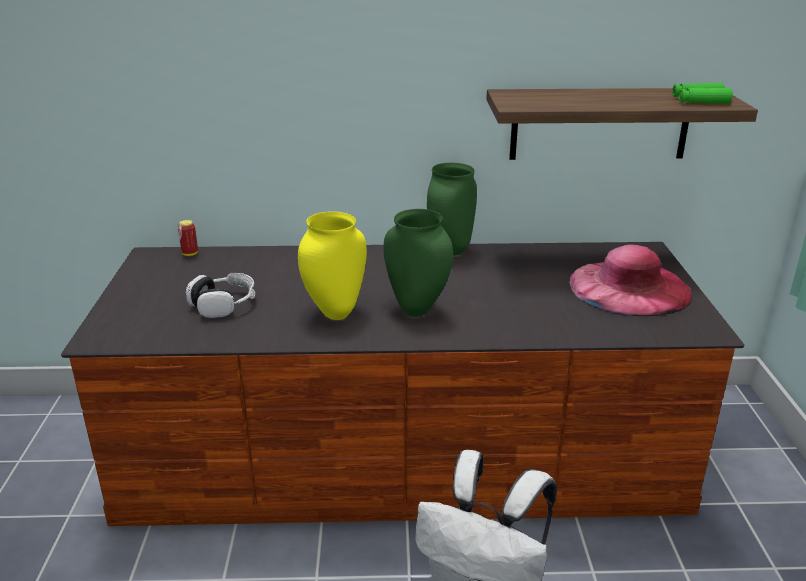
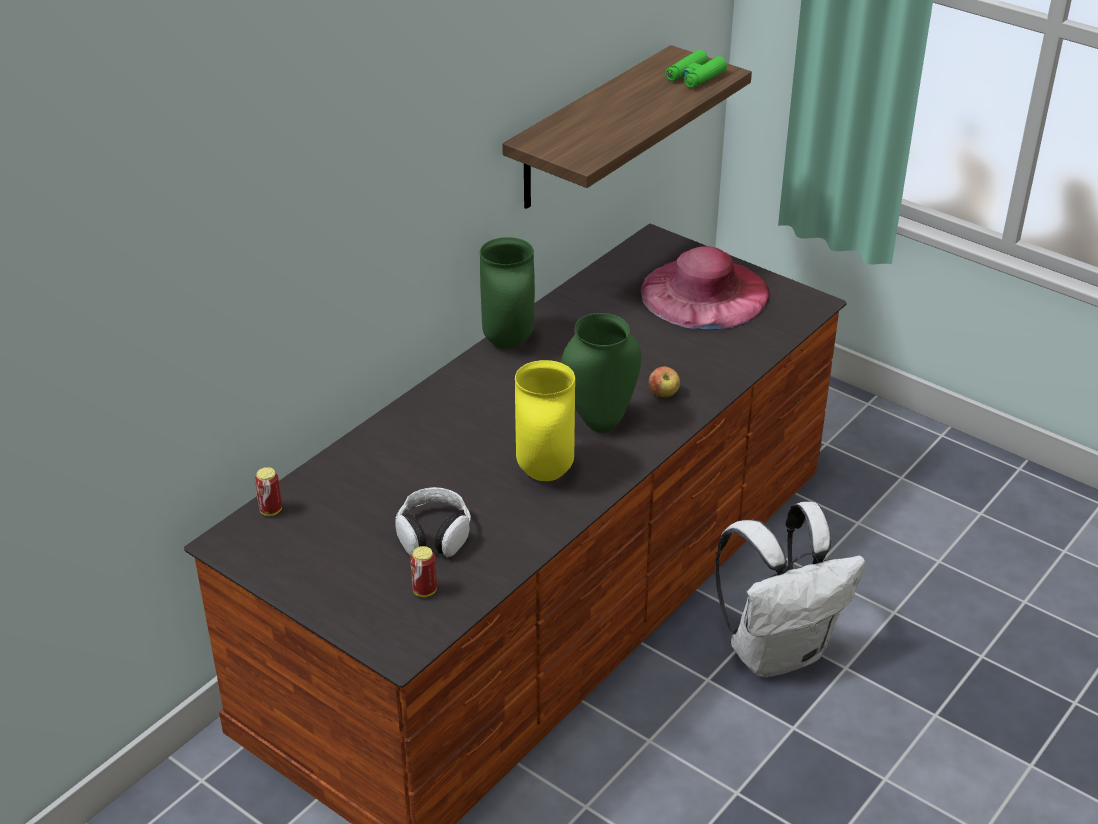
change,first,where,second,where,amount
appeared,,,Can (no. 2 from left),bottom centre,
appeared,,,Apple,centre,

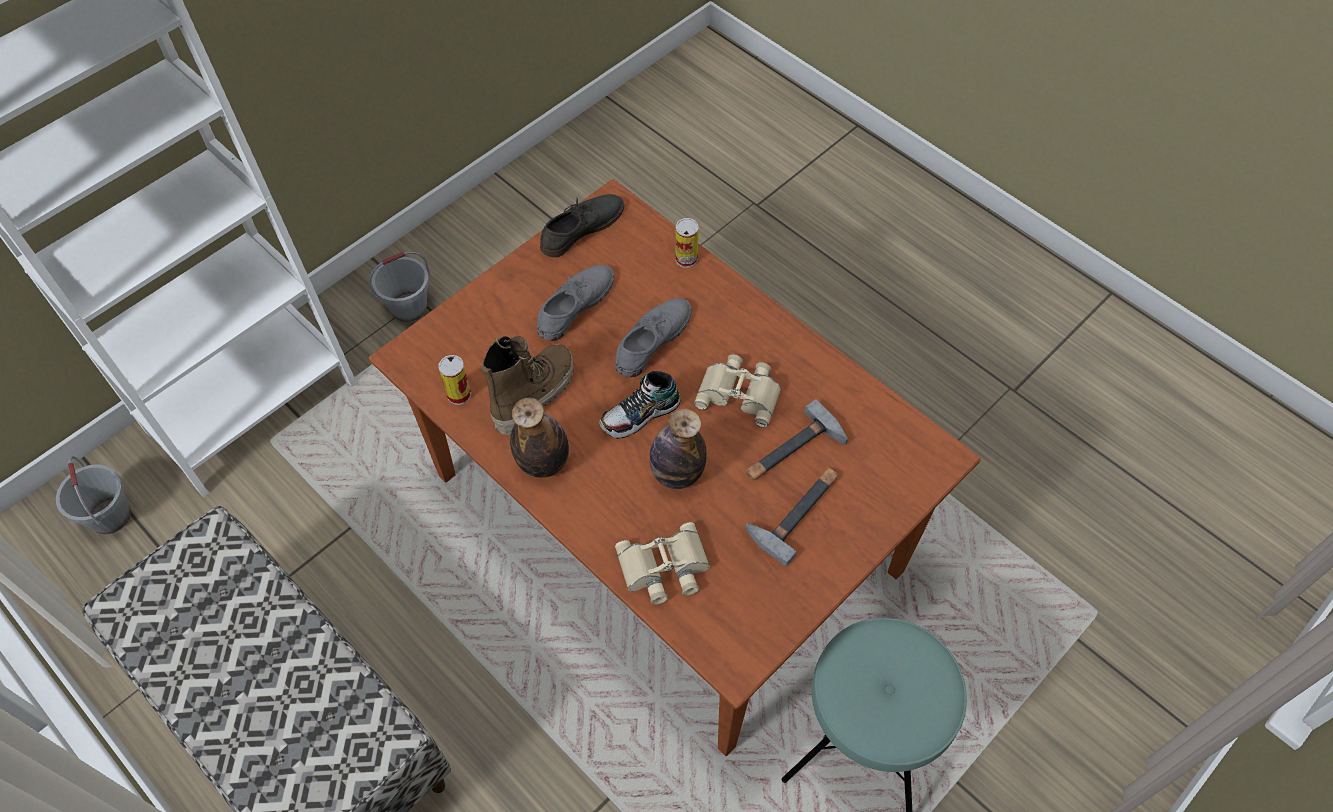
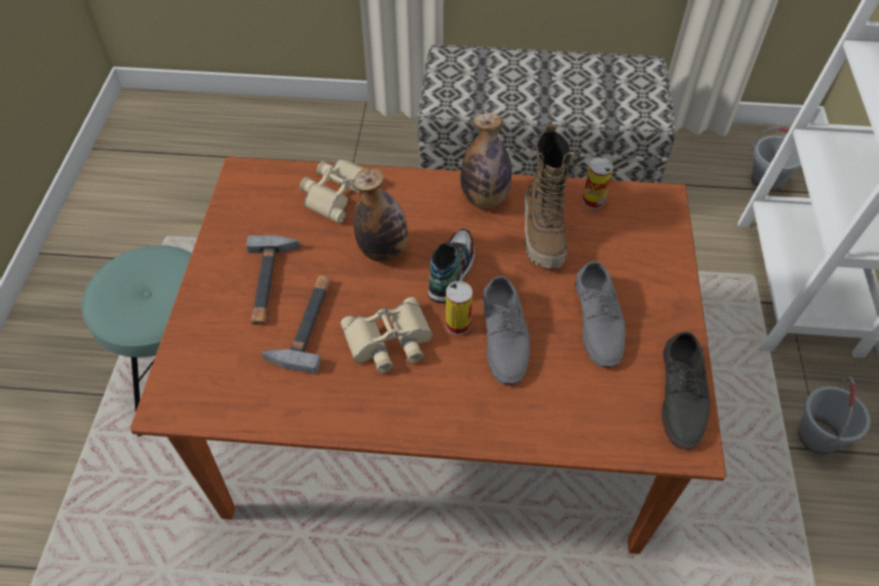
change,first,where,second,where,amount
relocated,Can (no. 2 from left in the first image),top centre,Can (no. 1 from left),centre,

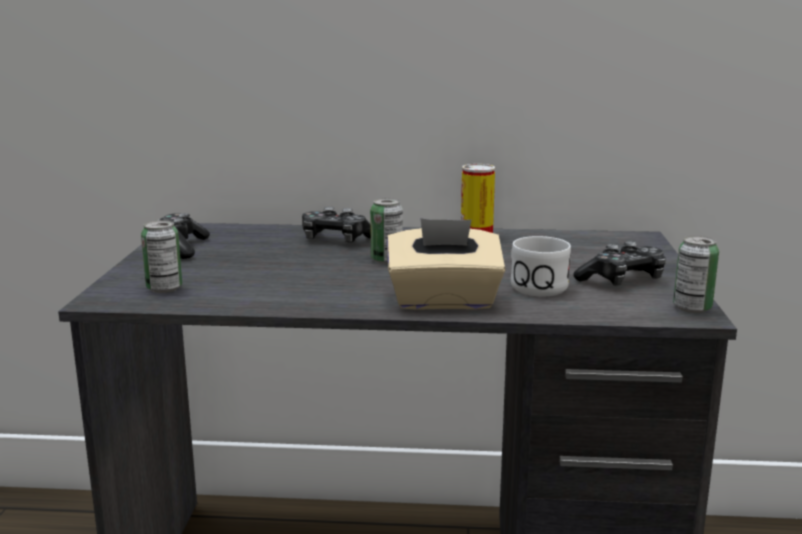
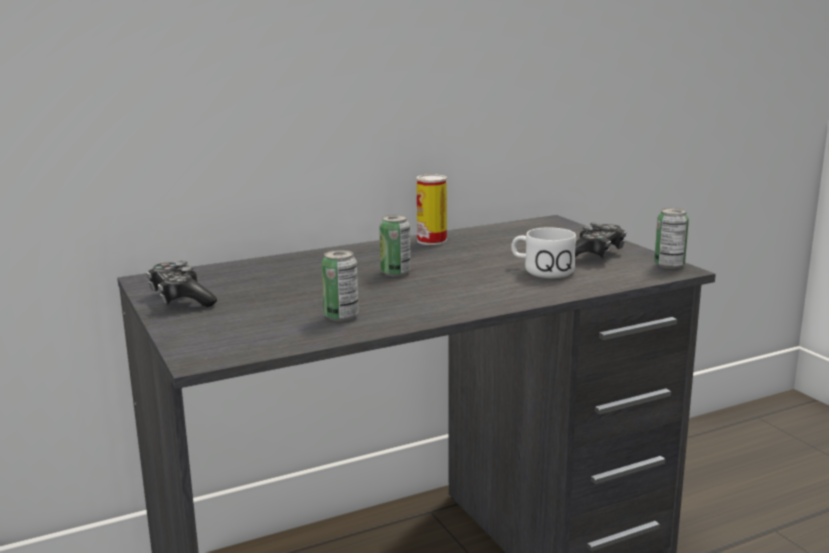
change,first,where,second,where,amount
relocated,Can (no. 1 from left),middle left,,centre,
missing,GameController (no. 2 from left),centre,,,
missing,BeigeTissueBox,centre,,,

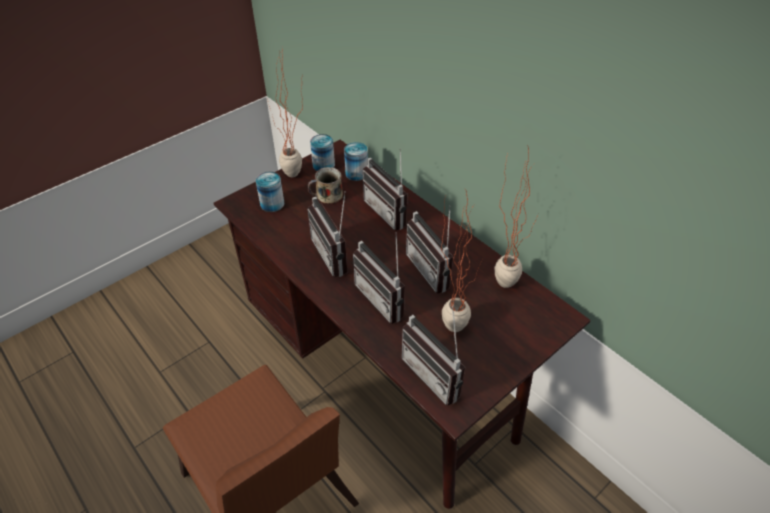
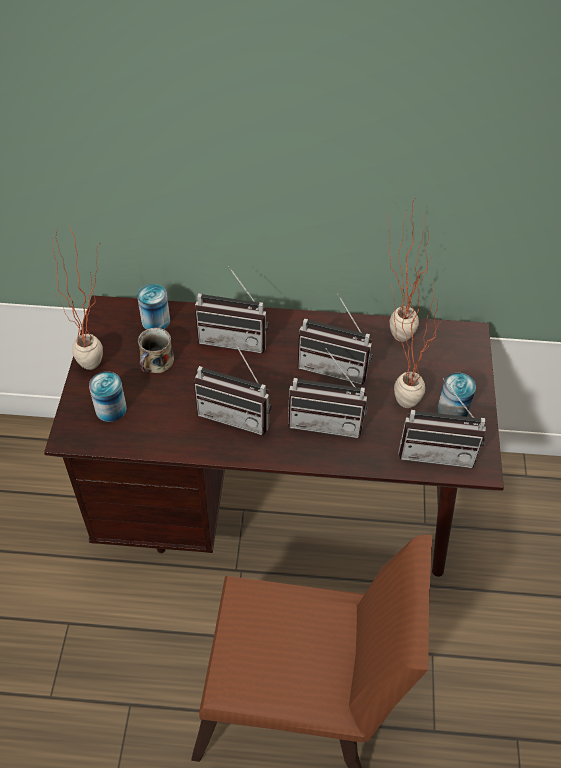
change,first,where,second,where,amount
relocated,Can (no. 2 from left in the first image),top centre,Can (no. 3 from left),middle right,

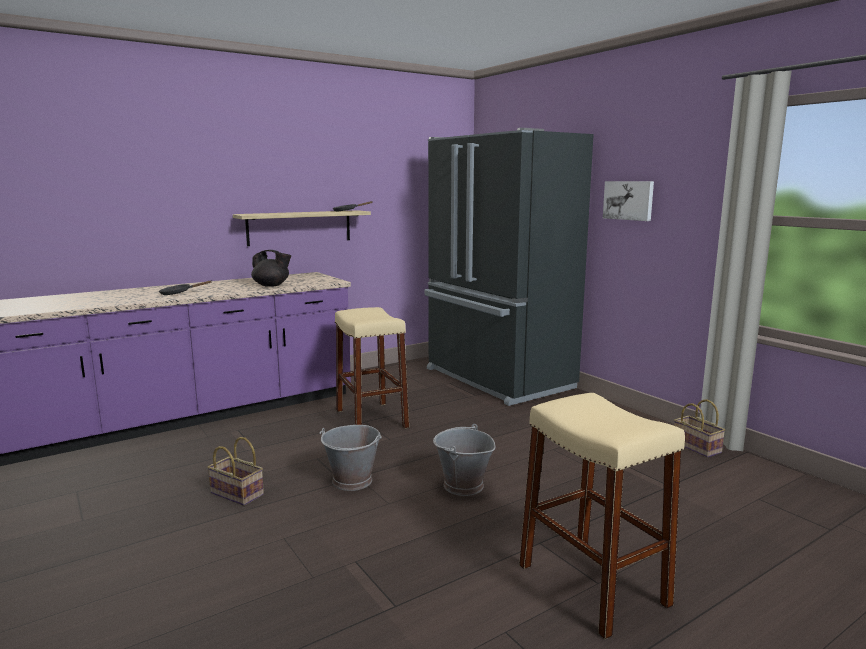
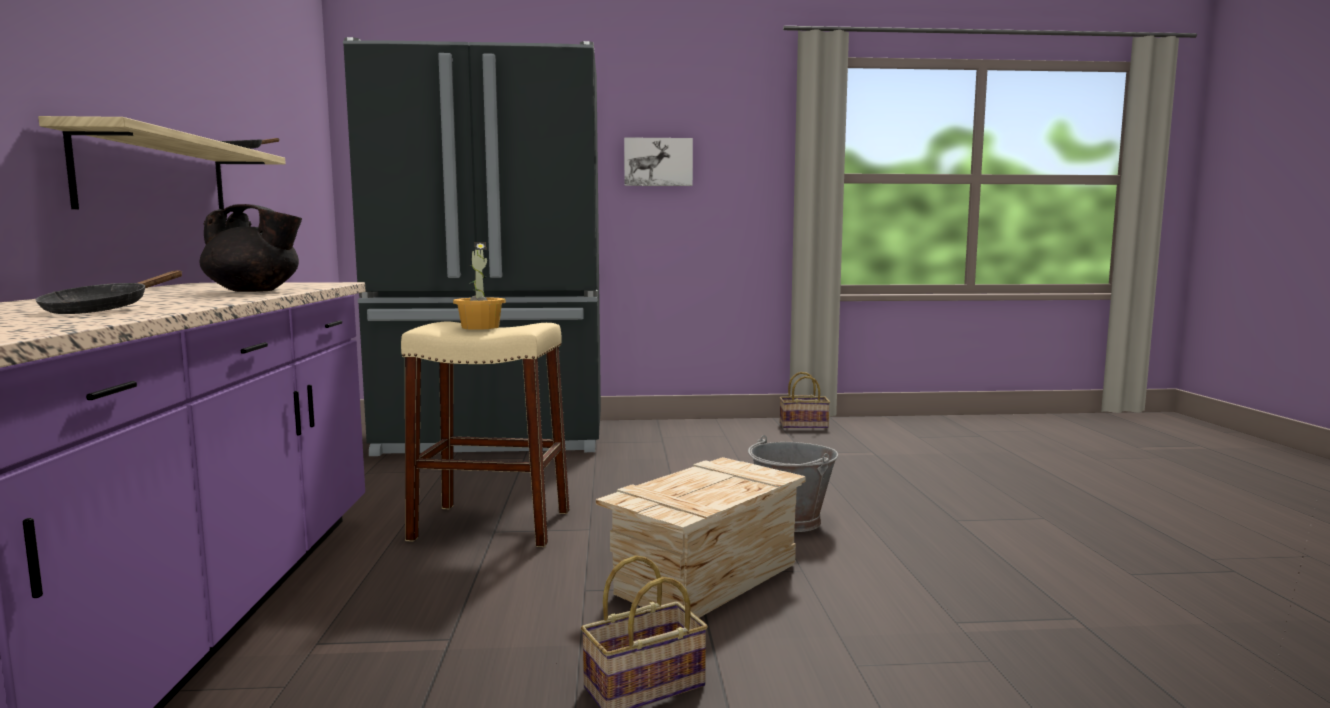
change,first,where,second,where,amount
spun,BlackTeapot,middle left,,middle left,60 degrees clockwise
exchanged,GreyBucket (no. 1 from left),bottom centre,Crate,bottom centre,
missing,BeigeStool (no. 2 from left),bottom right,,,
appeared,,,PottedPlant,centre,

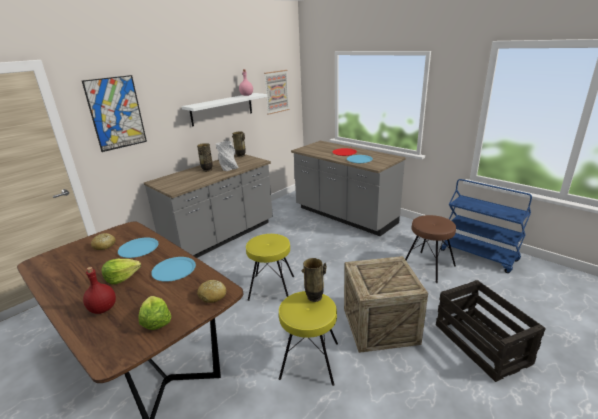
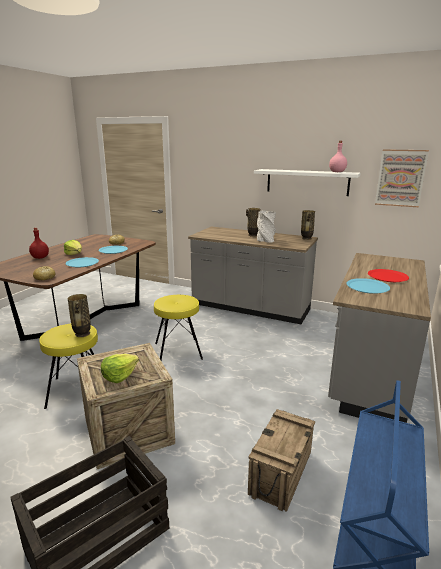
change,first,where,second,where,amount
missing,Picture (no. 1 from left),top left,,,
relocated,Lettuce (no. 2 from left),bottom left,,middle left,
exchanged,BrownStool,middle right,Crate (no. 3 from left),bottom centre,

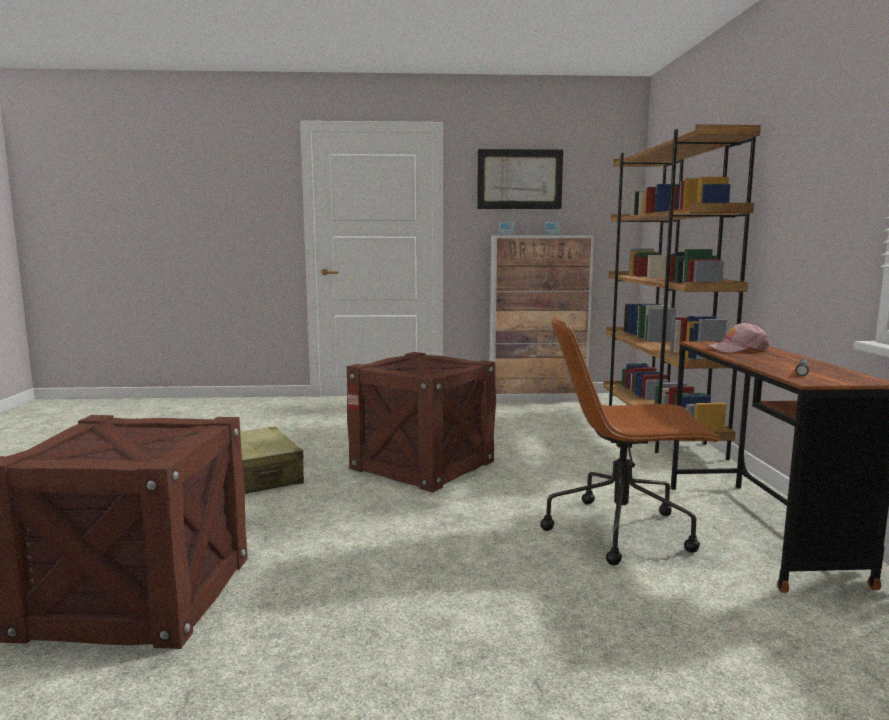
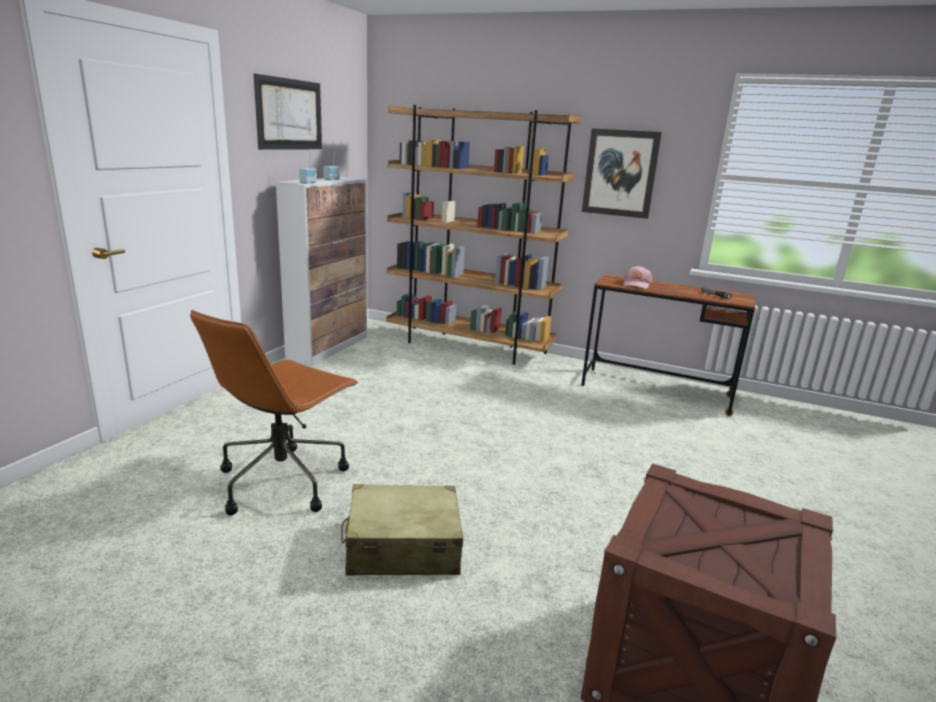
change,first,where,second,where,amount
missing,Crate (no. 2 from left),centre,,,
relocated,BrownOfficeChair,middle right,,middle left,
appeared,,,Picture (no. 2 from left),top centre,

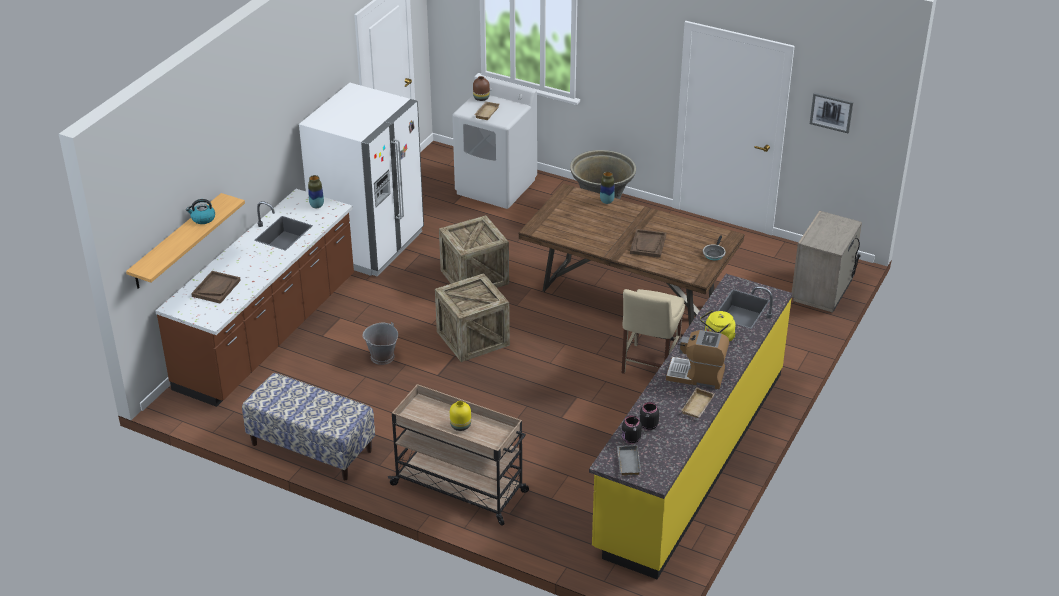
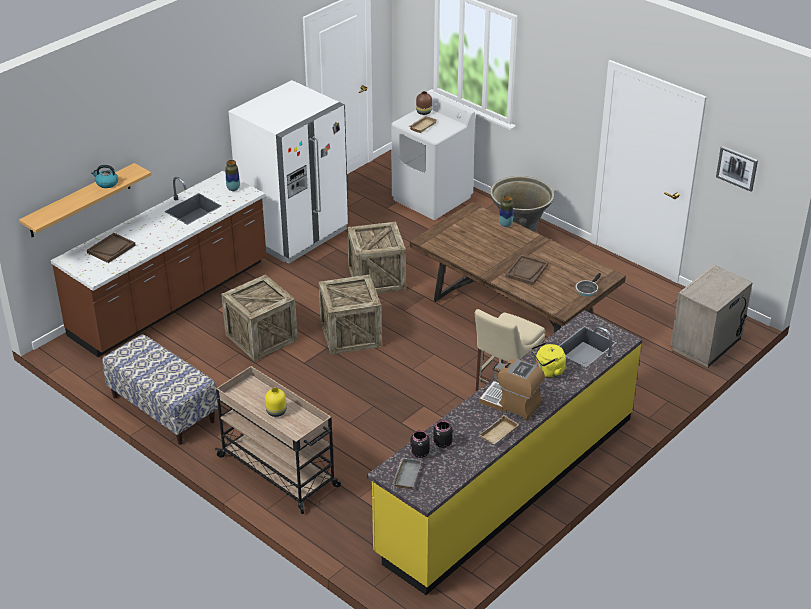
change,first,where,second,where,amount
exchanged,GreyBucket,centre,Crate (no. 1 from left),middle left,

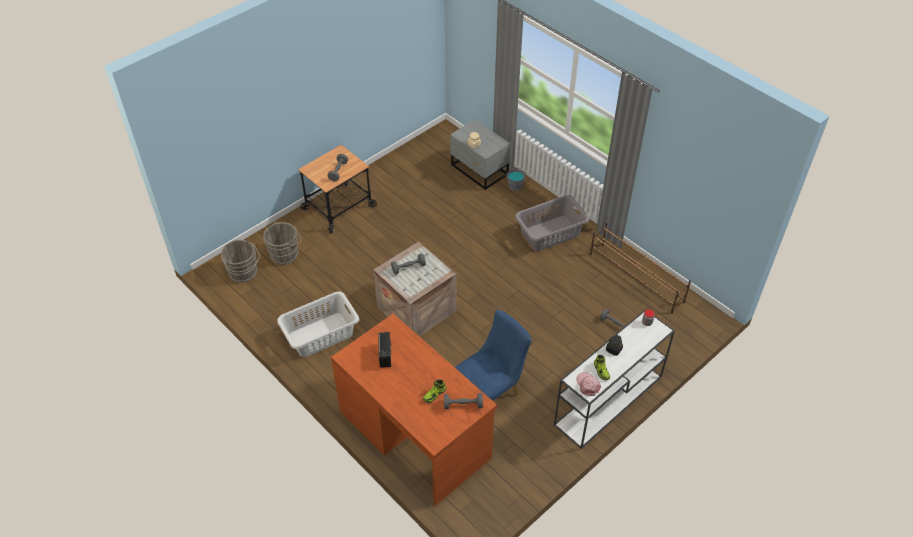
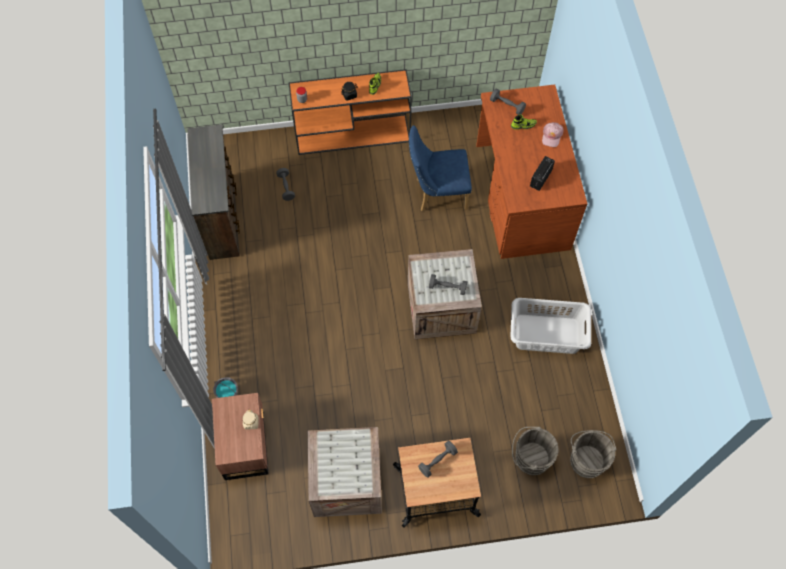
change,first,where,second,where,amount
colour,GreyNightstand,top centre,BrownNightstand,bottom left,
missing,GreyLaundryBasket (no. 2 from left),centre,,,
colour,WhiteConsoleTable,bottom right,OrangeConsoleTable,top centre,
relocated,PinkCap,bottom centre,,top right,
exchanged,BrownShoeRack,middle right,BrownDresser,middle left,
appeared,,,Crate (no. 1 from left),bottom centre,

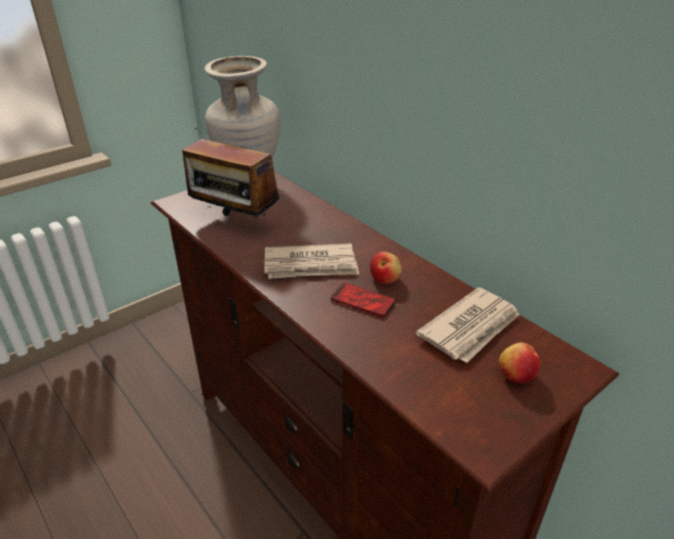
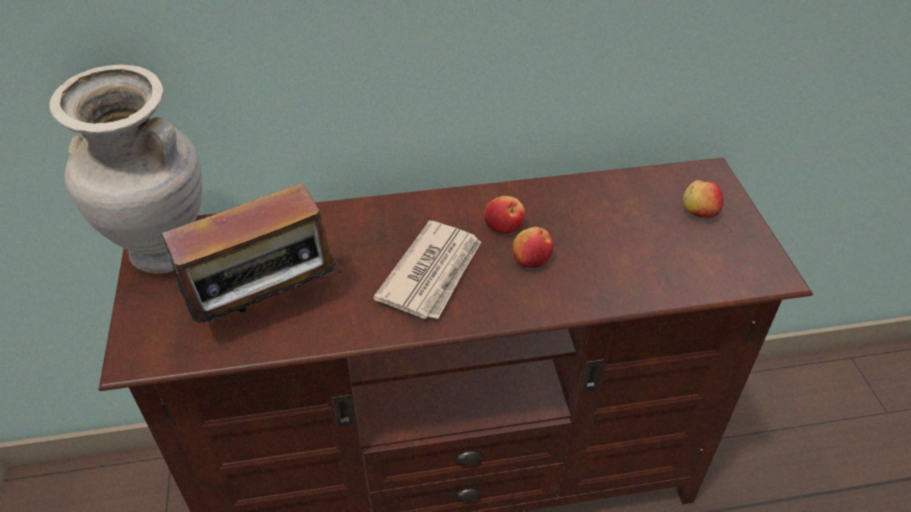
change,first,where,second,where,amount
exchanged,Phone,centre,Apple (no. 2 from left),centre,
missing,Newspaper (no. 2 from left),middle right,,,

